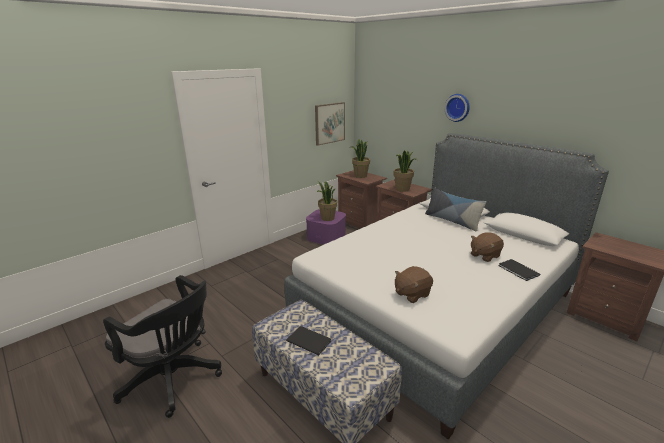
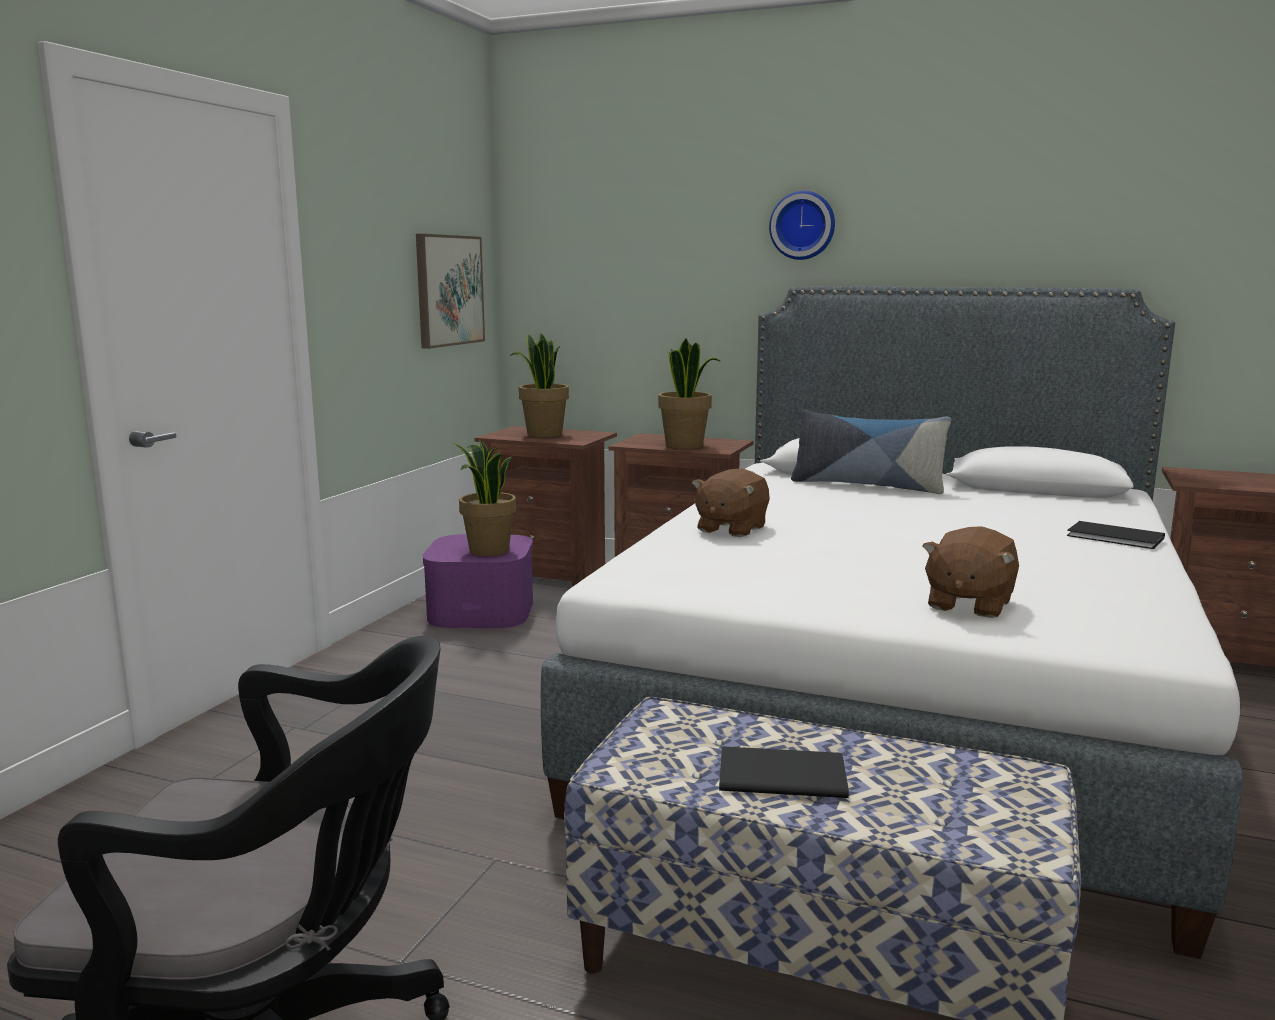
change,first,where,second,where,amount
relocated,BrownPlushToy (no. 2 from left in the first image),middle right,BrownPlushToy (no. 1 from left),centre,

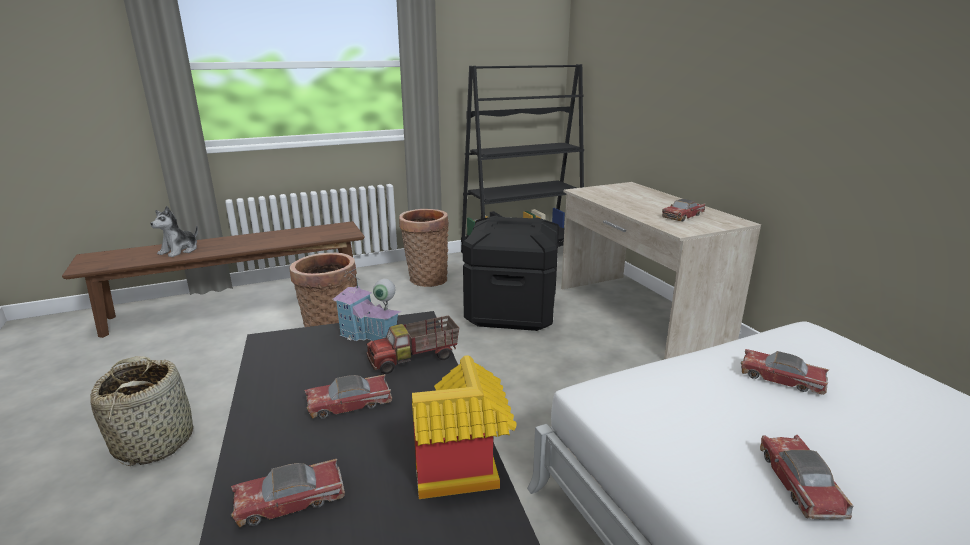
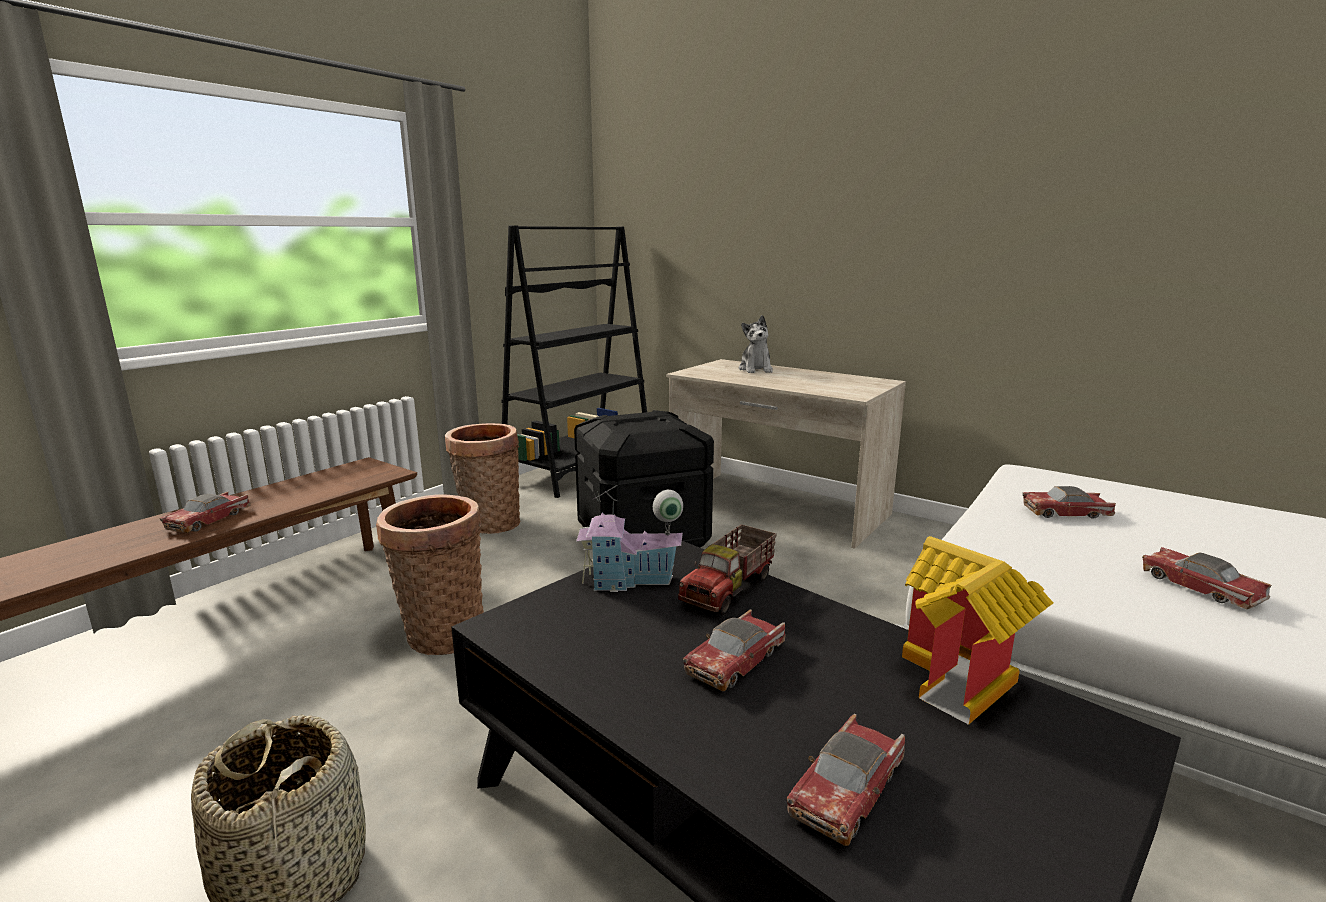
change,first,where,second,where,amount
relocated,PlushToy,middle left,,centre,
relocated,ToyCar (no. 3 from left in the first image),middle right,ToyCar (no. 1 from left),middle left,

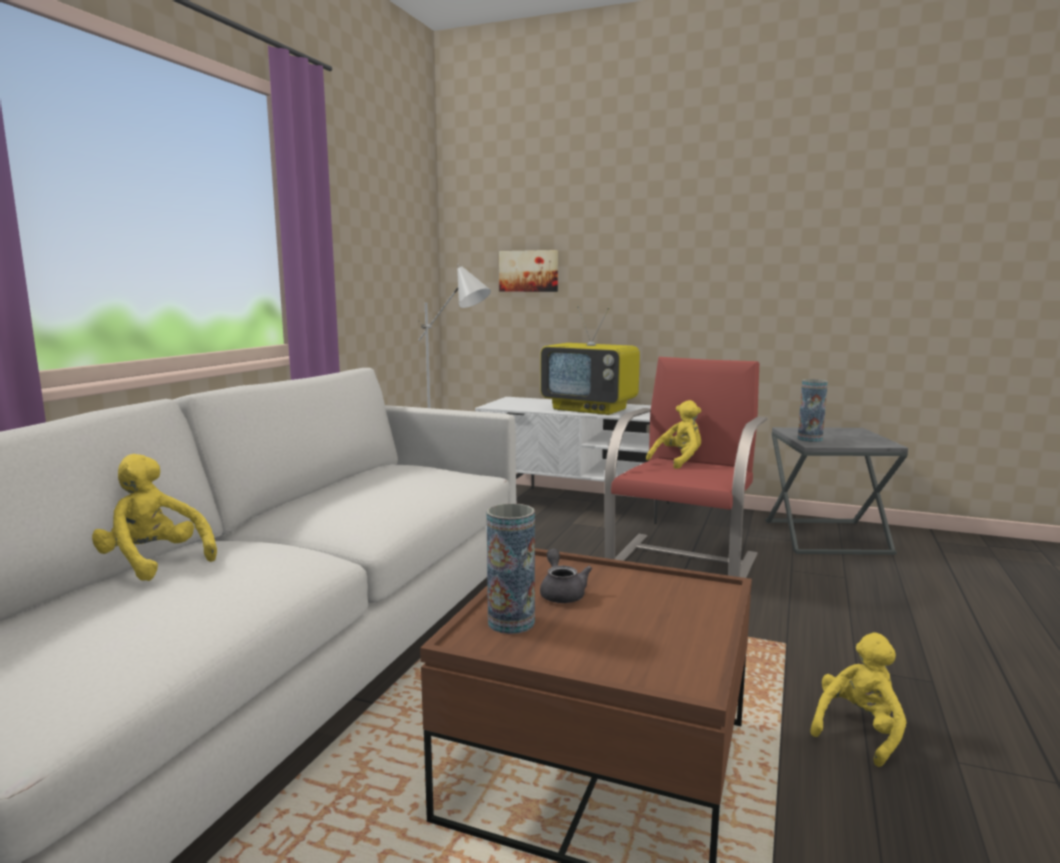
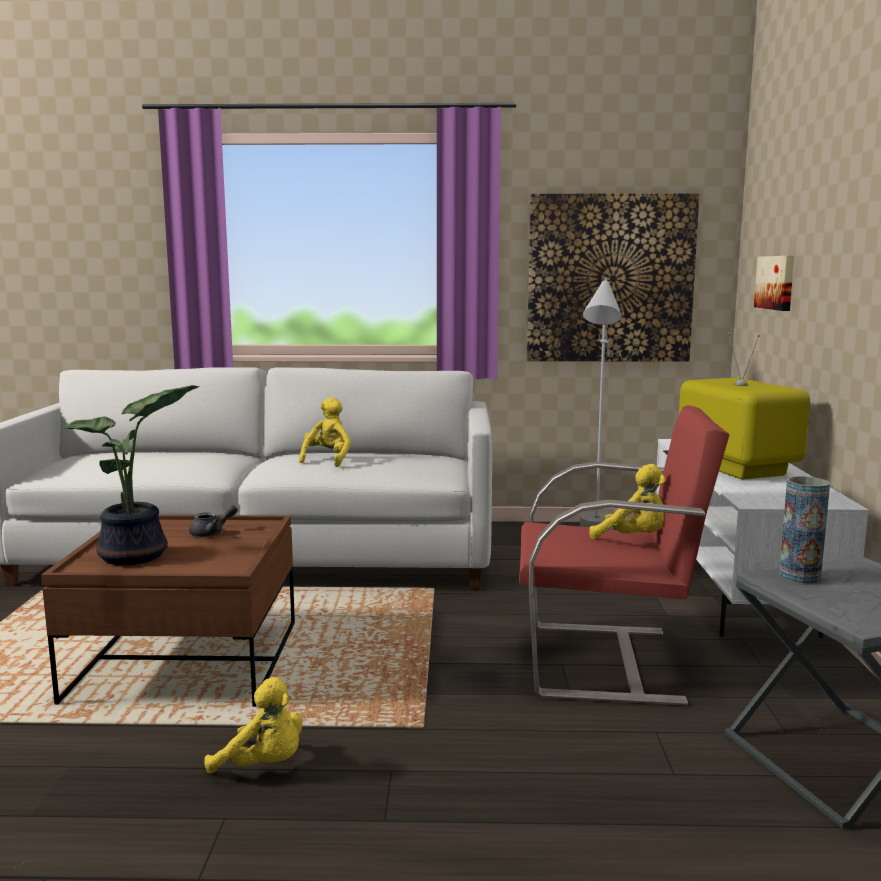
change,first,where,second,where,amount
relocated,YellowPlushToy (no. 1 from left in the first image),middle left,YellowPlushToy (no. 2 from left),centre,
missing,Vase (no. 1 from left),centre,,,
spun,Television,centre,,middle right,150 degrees clockwise
appeared,,,PottedPlant,middle left,
appeared,,,Picture (no. 1 from left),top right,

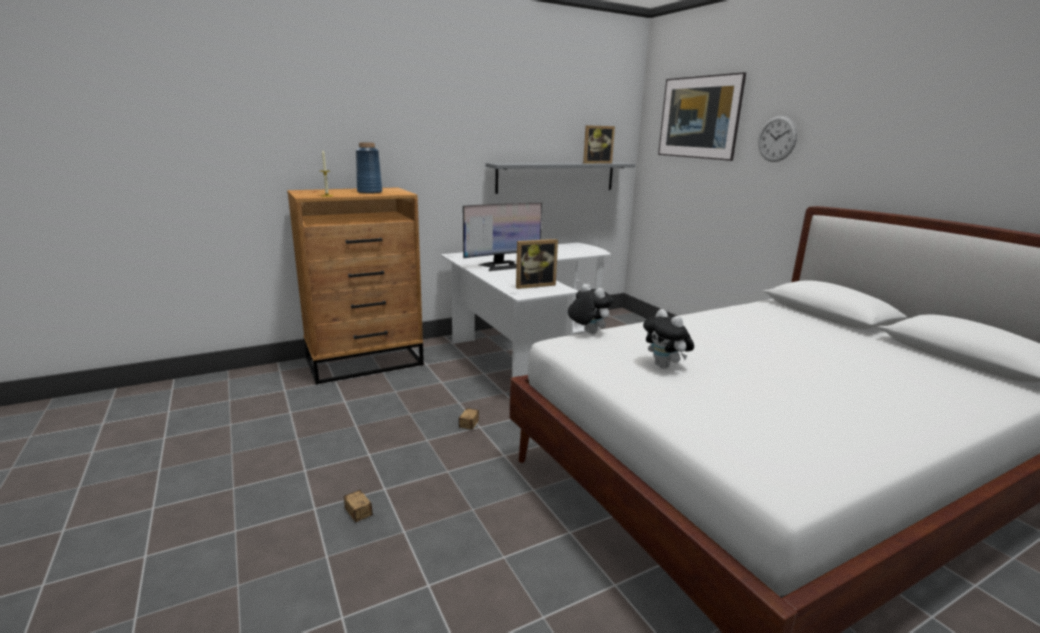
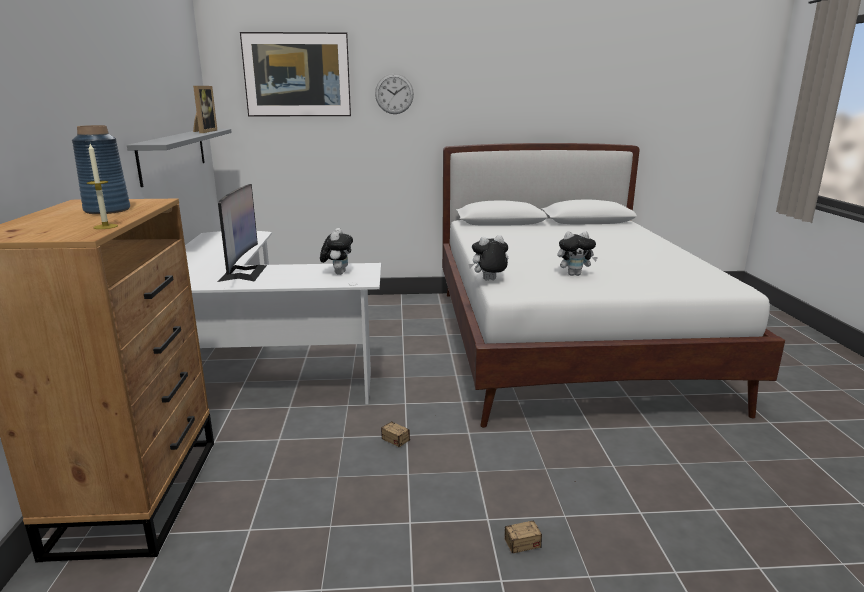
change,first,where,second,where,amount
exchanged,PictureFrame (no. 1 from left),centre,PlushToy (no. 1 from left),centre,

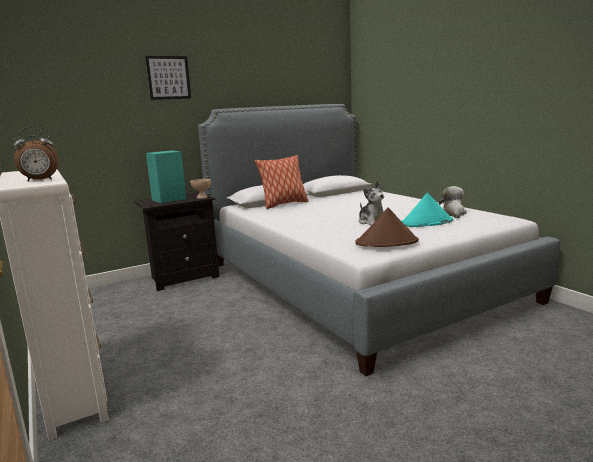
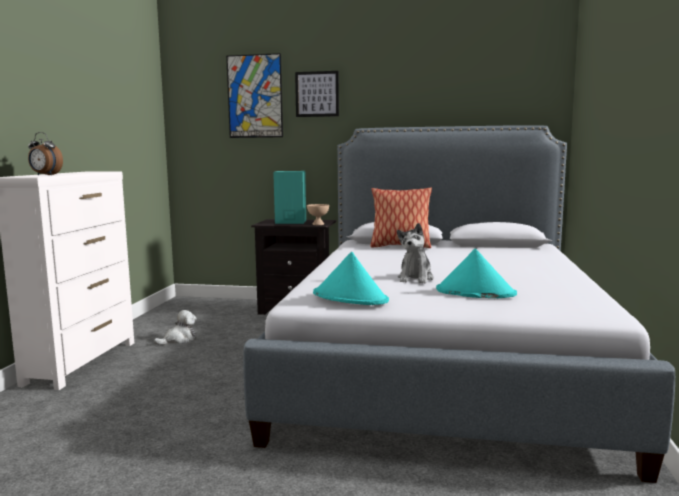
change,first,where,second,where,amount
colour,BrownHat,centre,TurquoiseHat (no. 1 from left),centre,
relocated,PlushToy (no. 2 from left in the first image),middle right,PlushToy (no. 1 from left),middle left,
appeared,,,Picture (no. 1 from left),top centre,

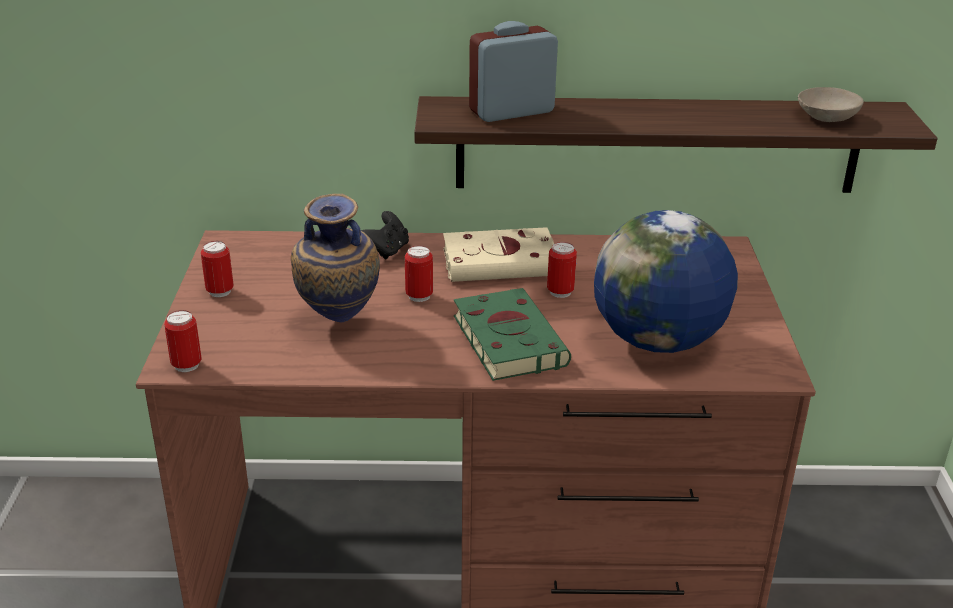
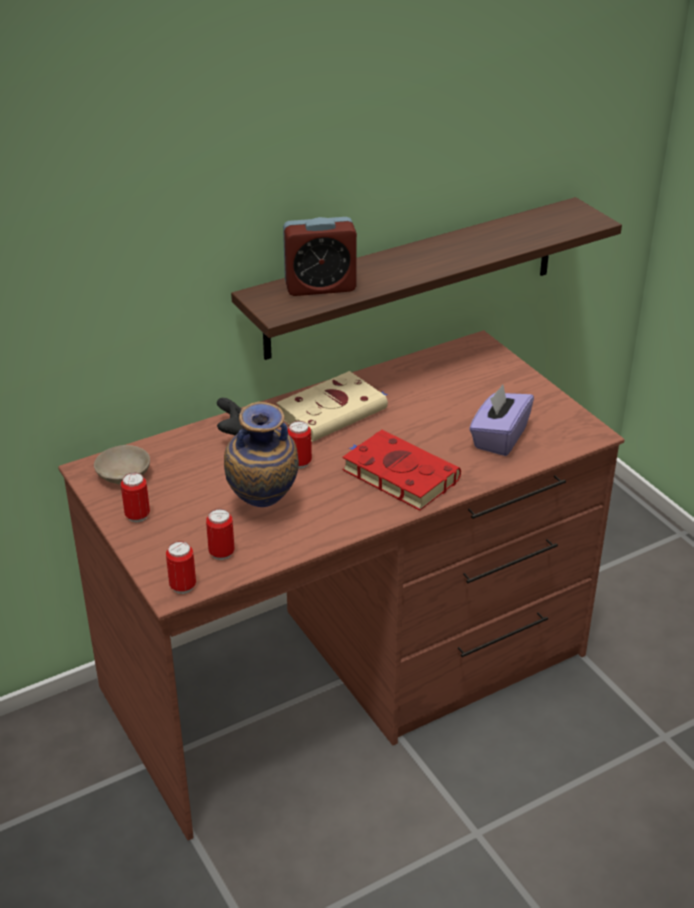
change,first,where,second,where,amount
colour,GreenBook,centre,RedBook,centre,
spun,AlarmClock,top centre,,top centre,135 degrees counterclockwise
relocated,Can (no. 4 from left in the first image),centre,Can (no. 3 from left),middle left,
exchanged,Globe,middle right,PurpleTissueBox,middle right,
relocated,BeigeBowl,top right,,middle left,

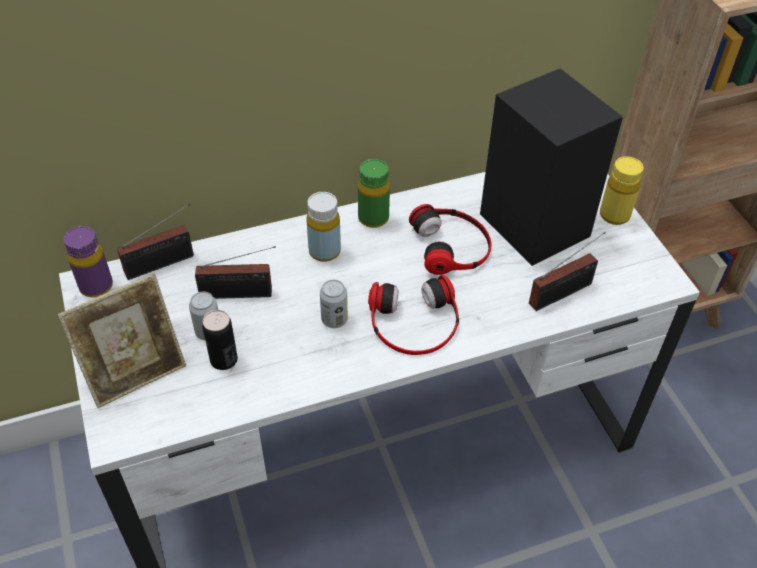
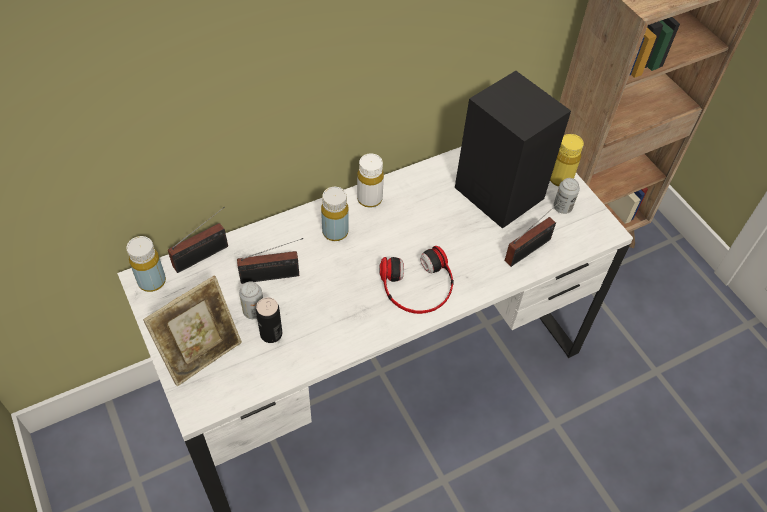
change,first,where,second,where,amount
colour,PurpleBottle,middle left,YellowBottle (no. 1 from left),middle left,
relocated,Can (no. 3 from left),centre,,middle right,
colour,GreenBottle,centre,WhiteBottle,centre,
missing,Headphones (no. 2 from left),centre,,,

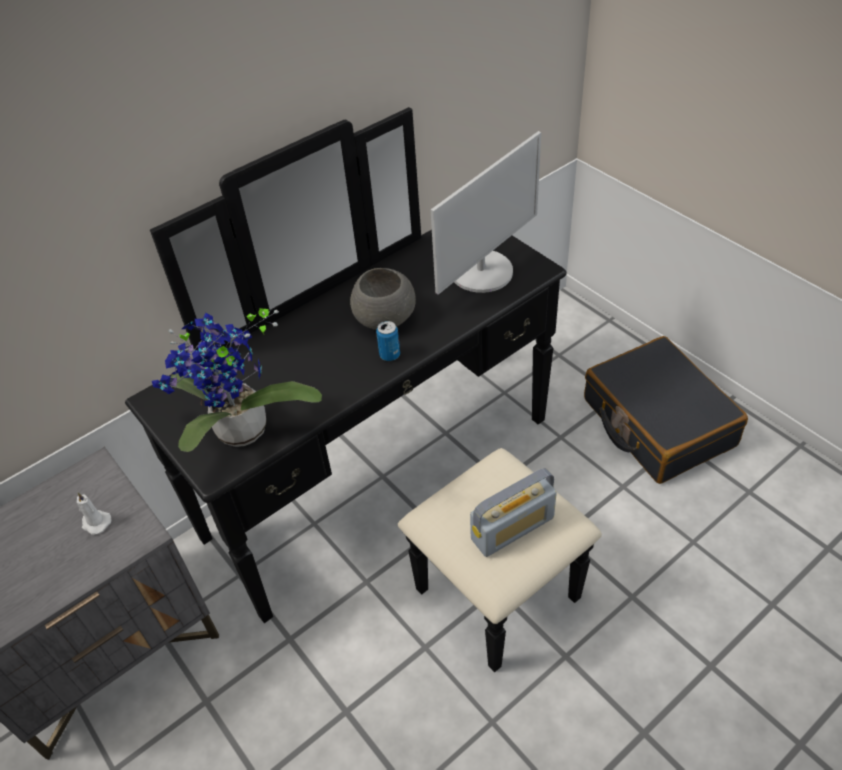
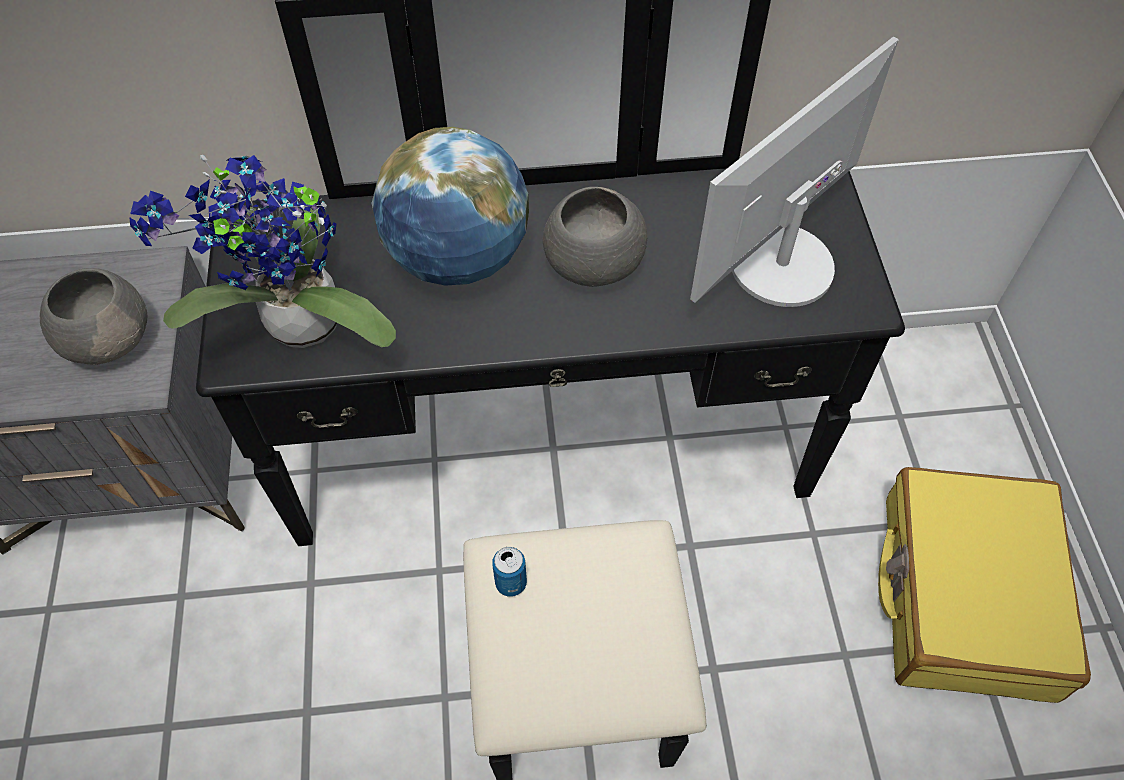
change,first,where,second,where,amount
exchanged,WhiteCandle,middle left,GreyBowl (no. 1 from left),middle left,
relocated,Can,centre,,bottom centre,
spun,Monitor,top centre,,top right,150 degrees clockwise
missing,Radio,centre,,,
colour,BlackSuitcase,middle right,YellowSuitcase,bottom right,
appeared,,,Globe,top centre,

